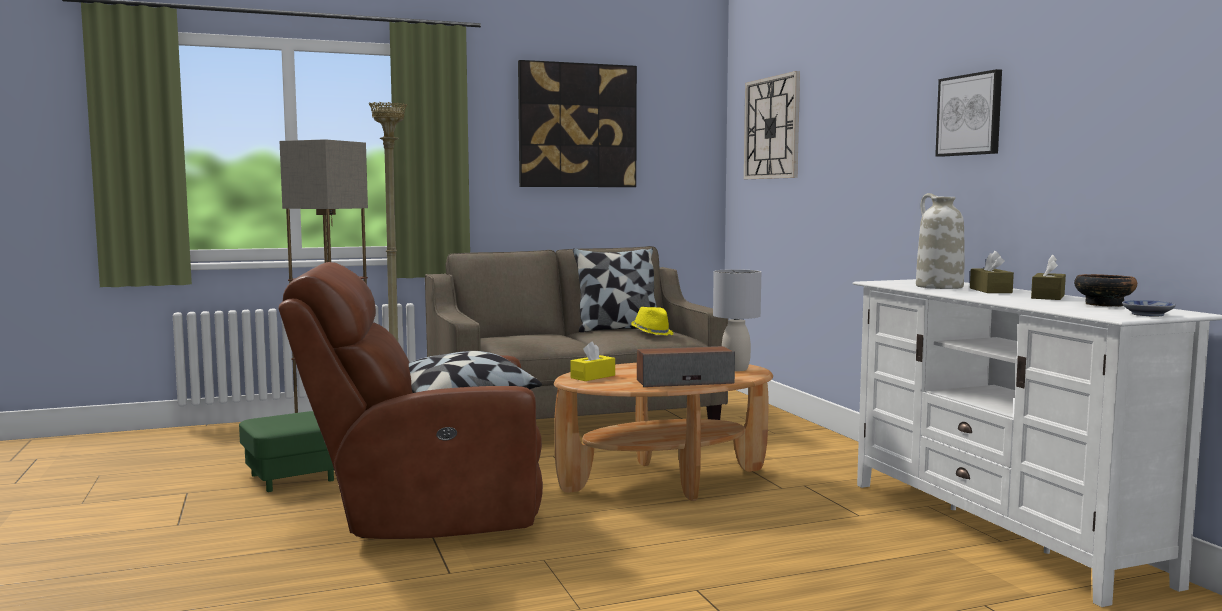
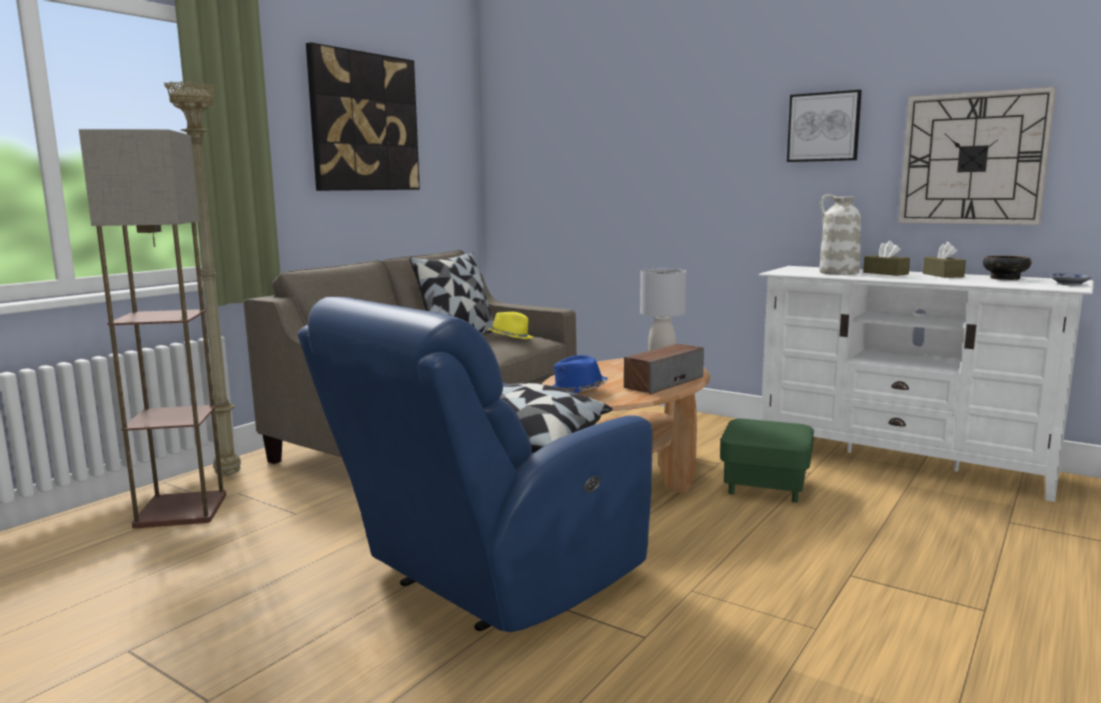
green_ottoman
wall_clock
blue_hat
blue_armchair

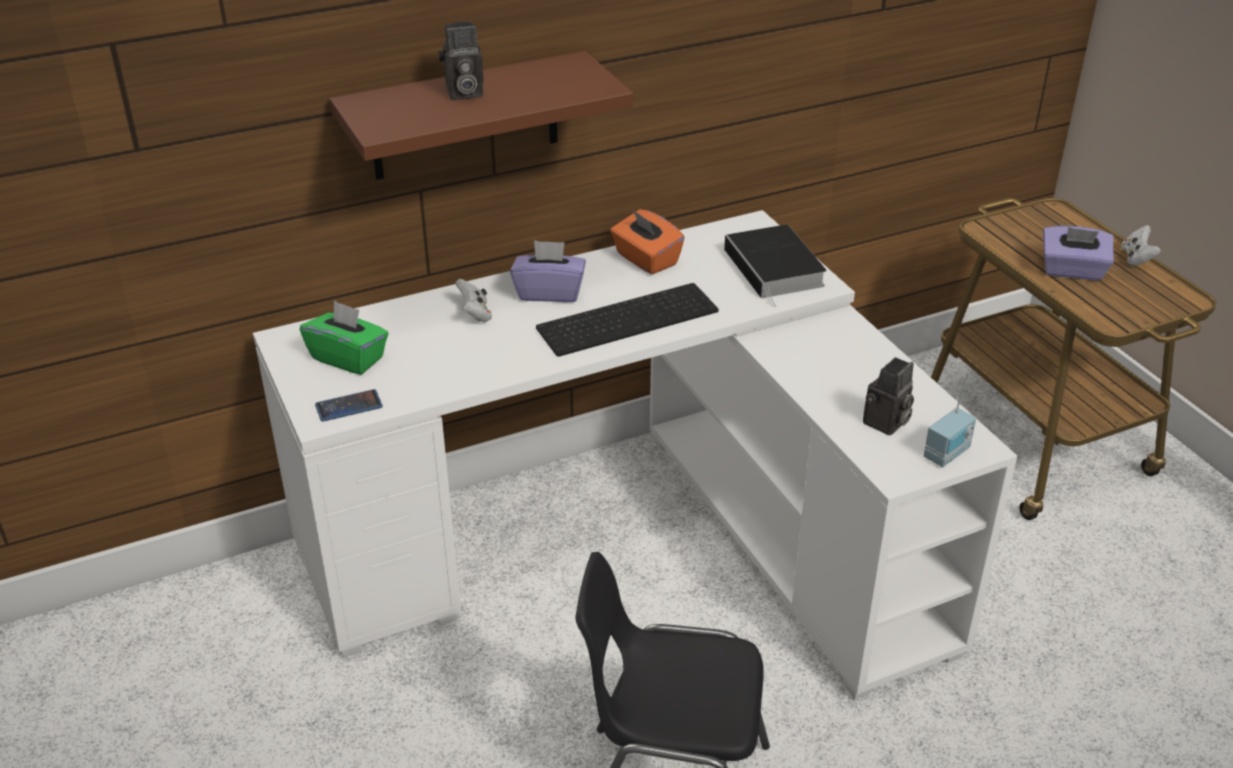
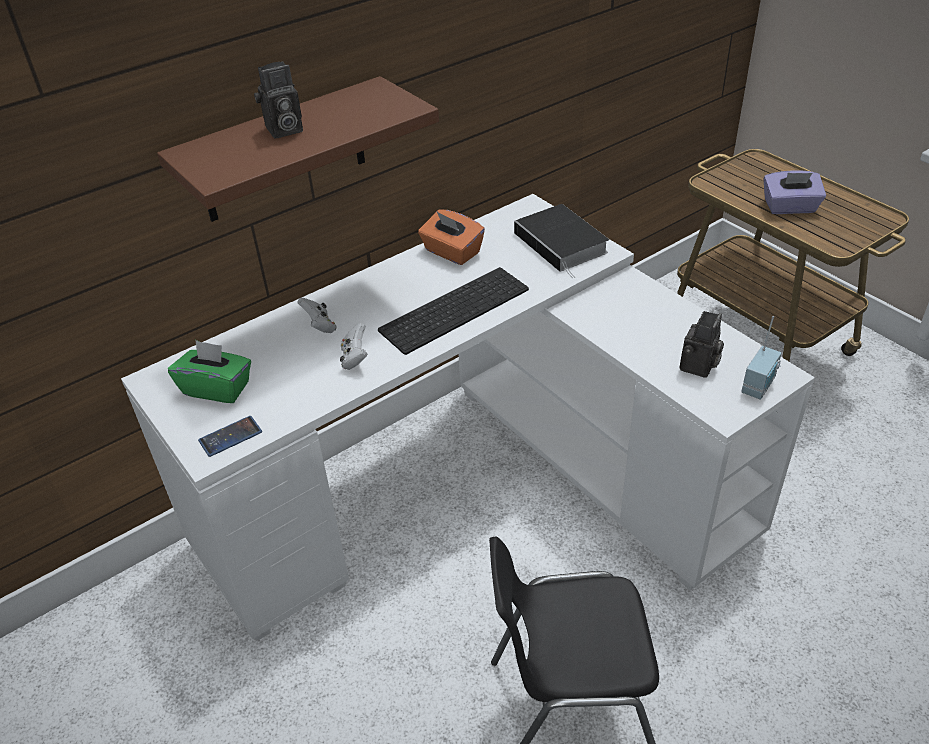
purple_tissue_box (1st from left in the first image)
white_game_controller (2nd from left)

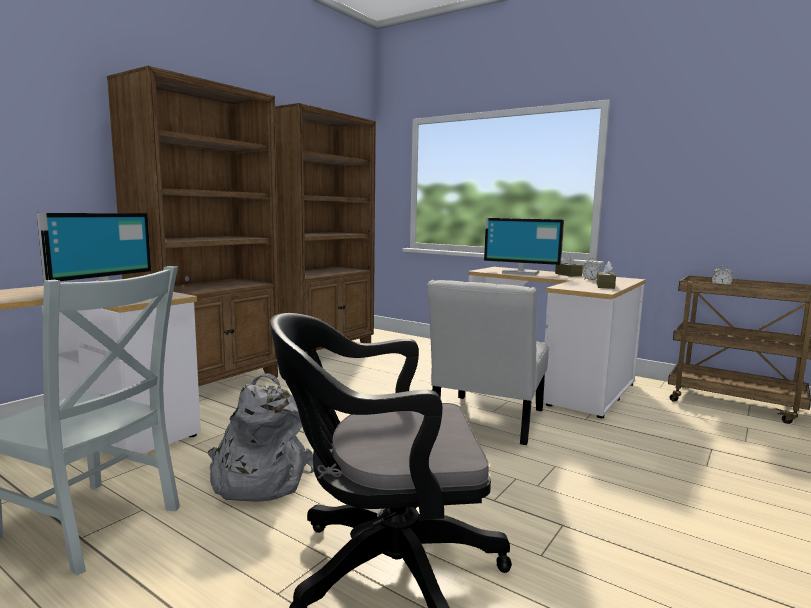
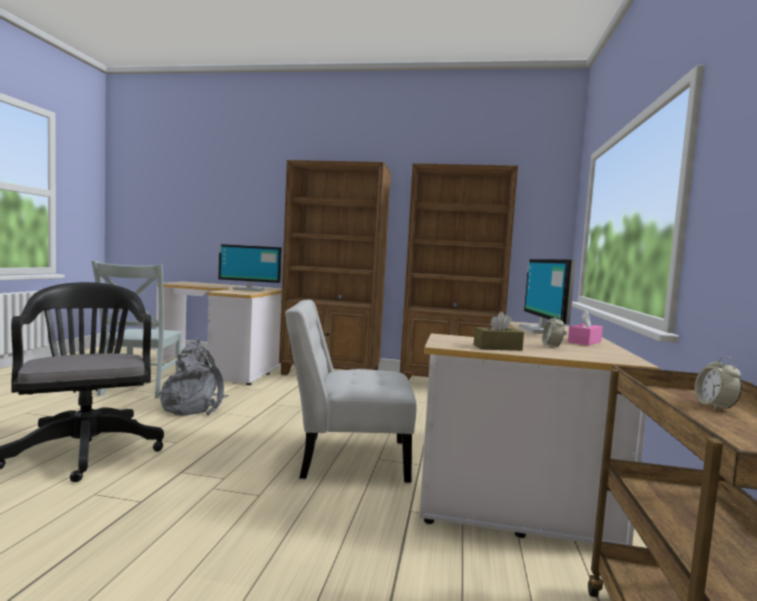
pink_tissue_box

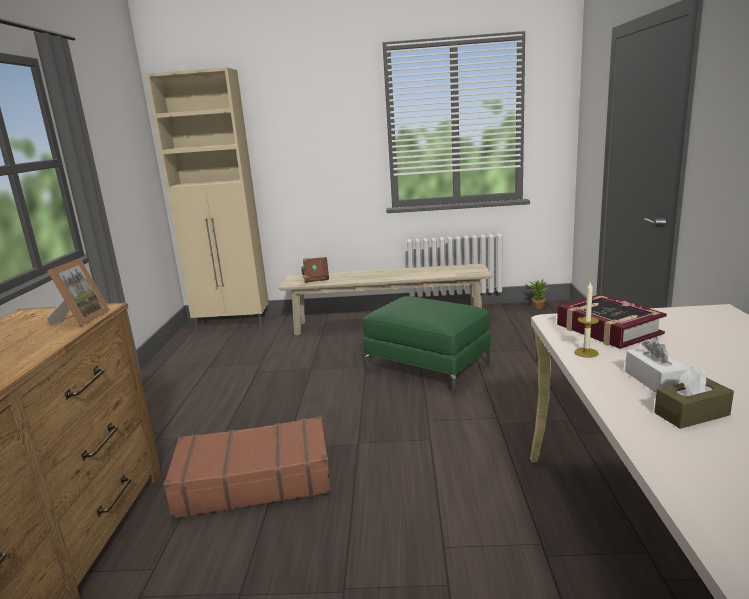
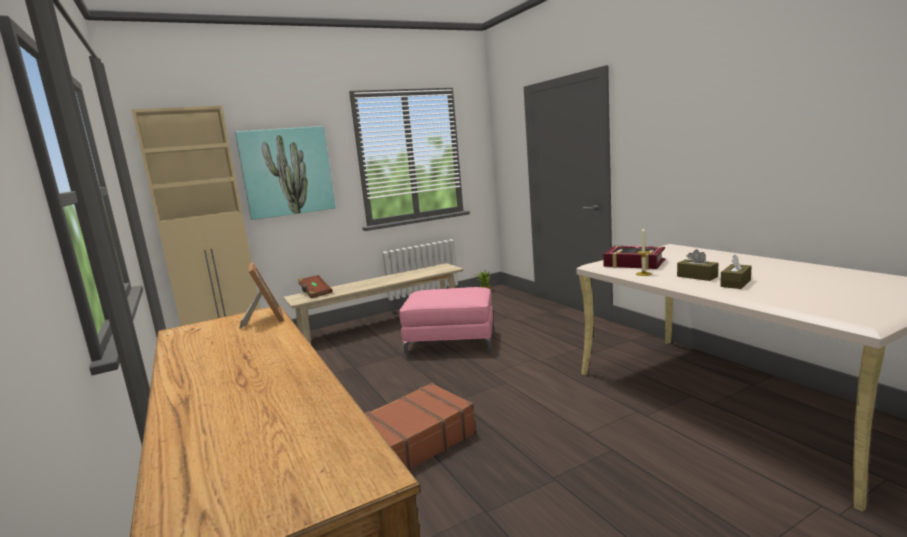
picture
pink_ottoman
brown_tissue_box (1st from left)

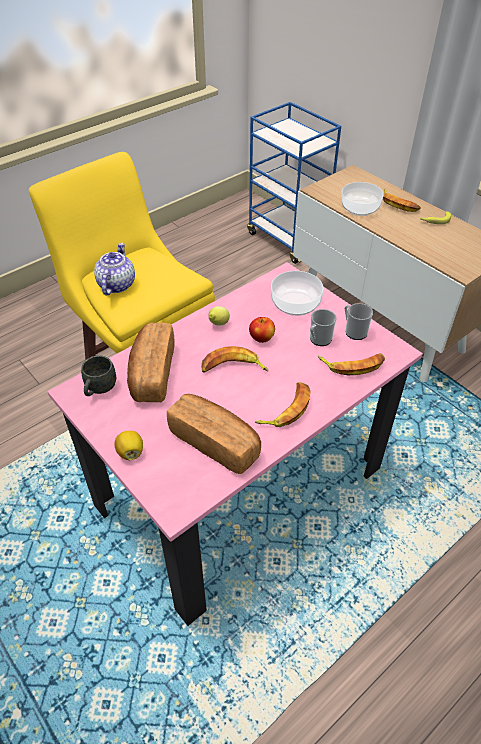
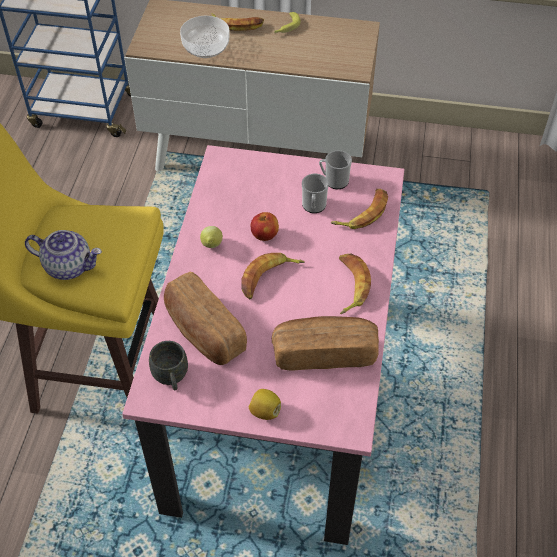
bowl (1st from left in the first image)
teapot

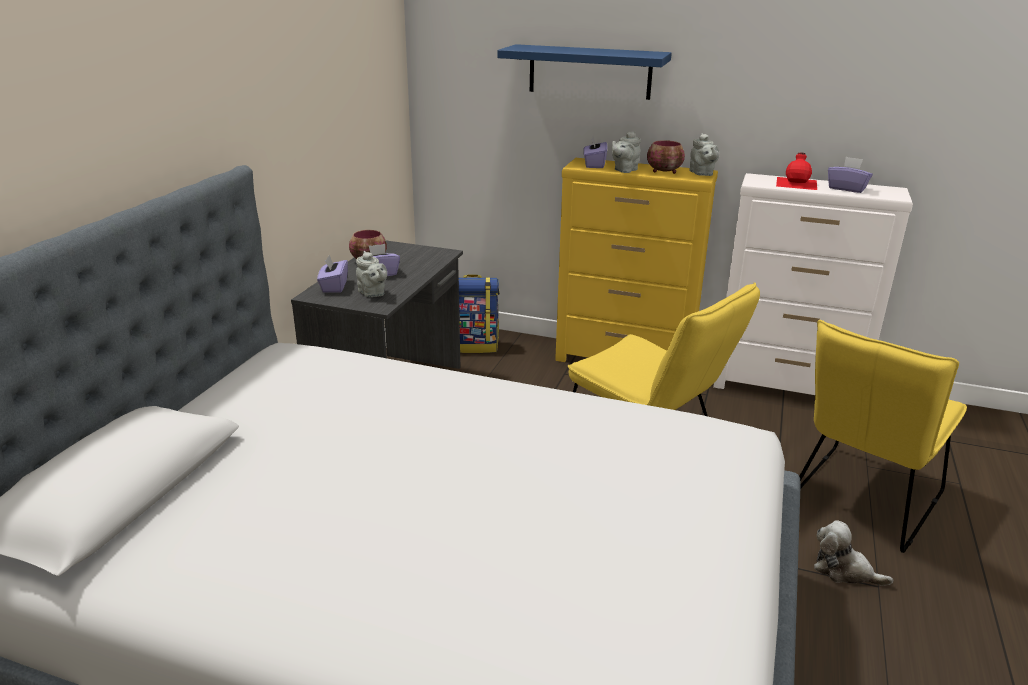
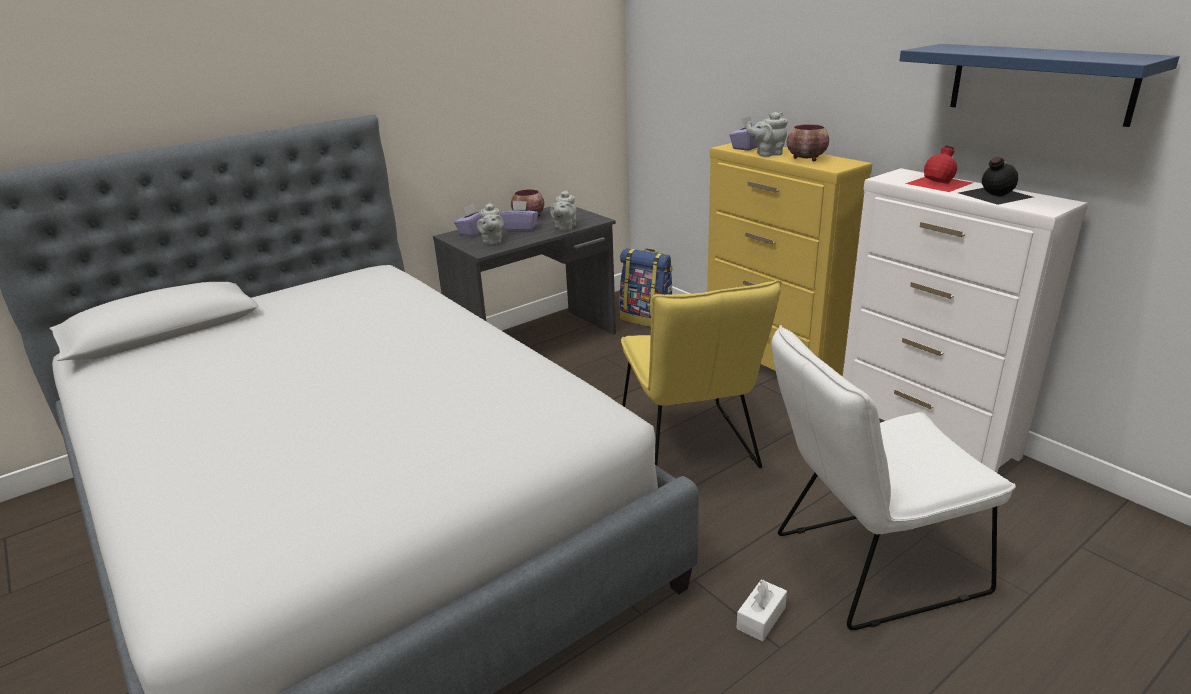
blue_shelf
grey_teapot (2nd from left)
white_tissue_box
black_bottle
white_chair

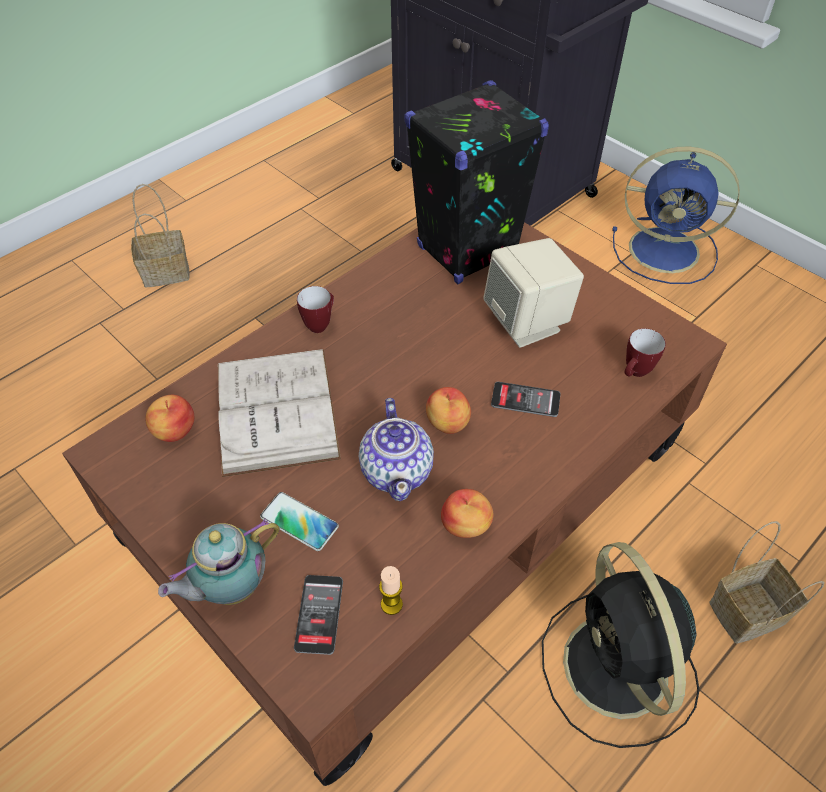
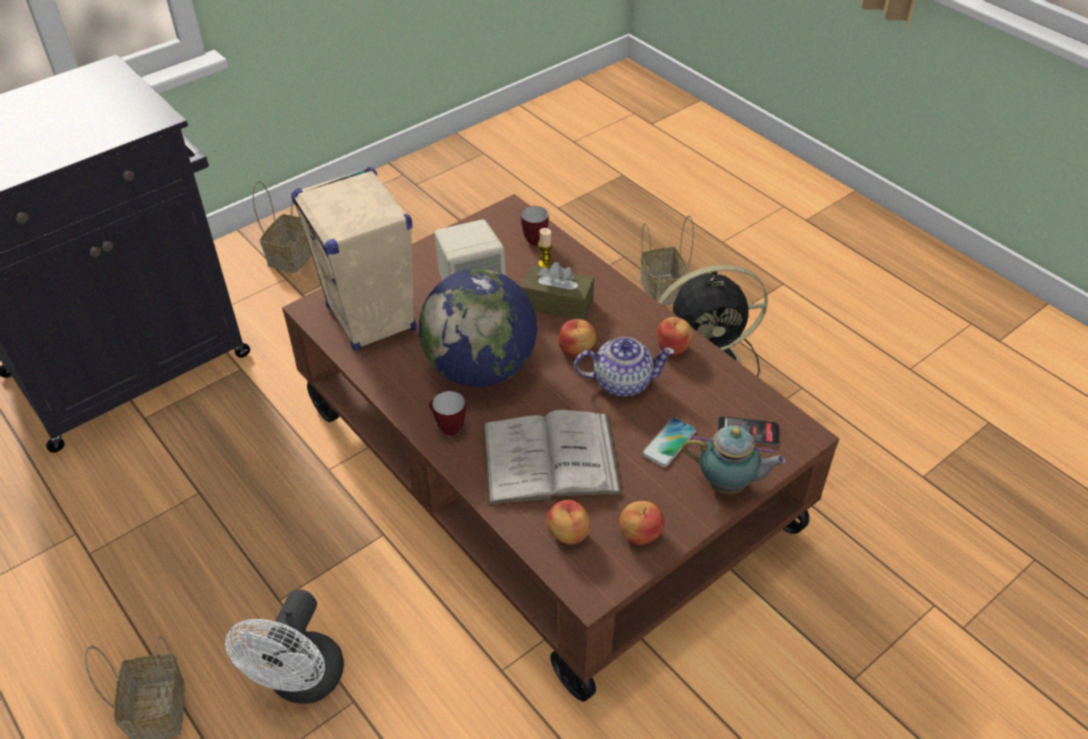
white_fan
globe
apple (3rd from left)
candle
brown_tissue_box
basket (2nd from left)
beige_speaker (1st from left)
teapot (2nd from left)

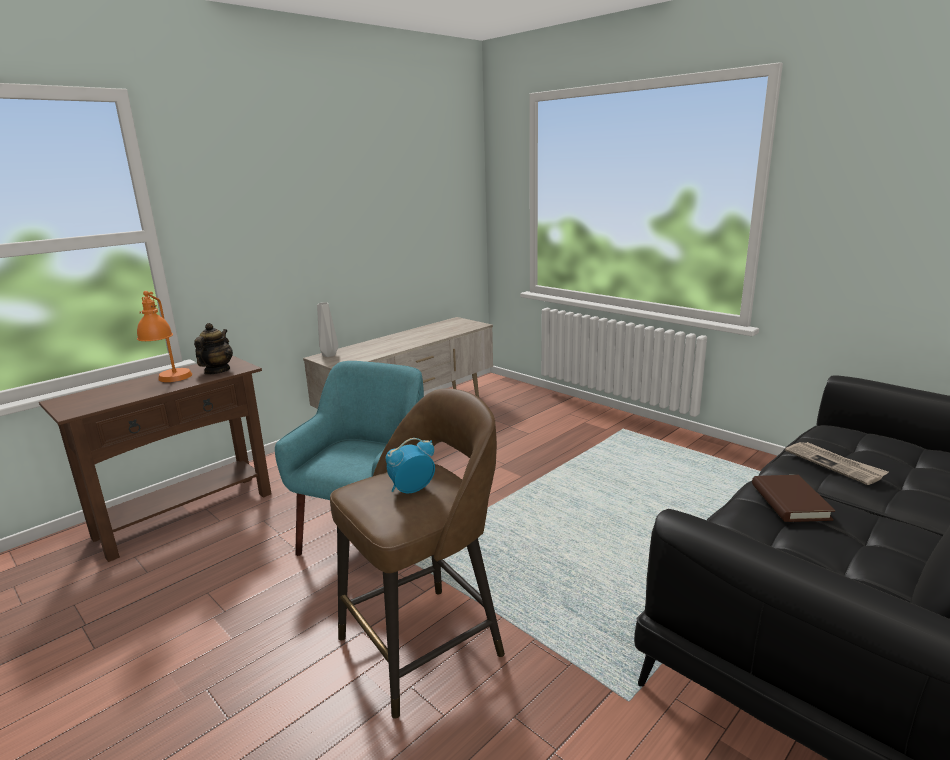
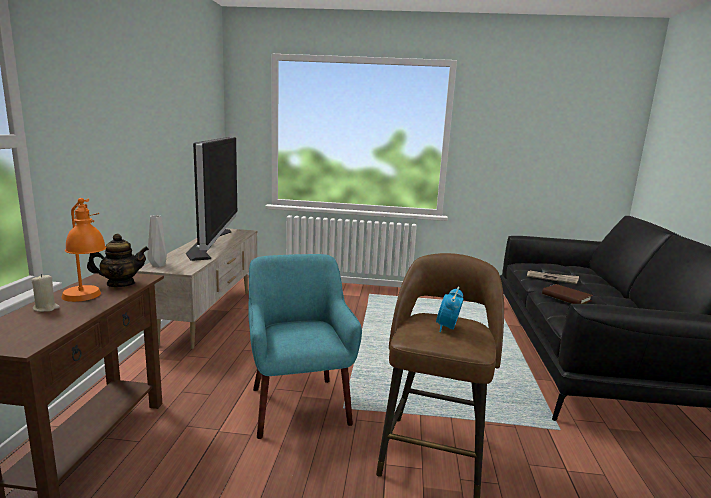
beige_candle
television
teapot

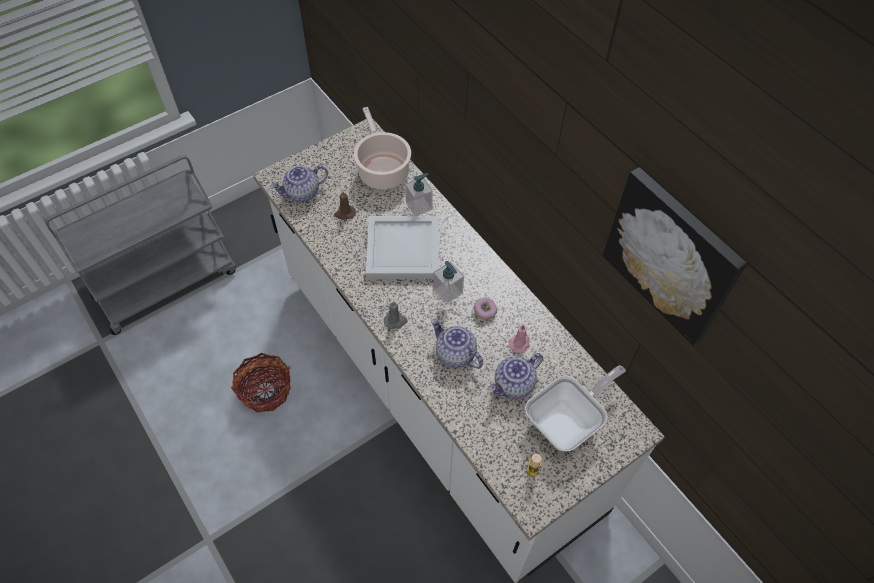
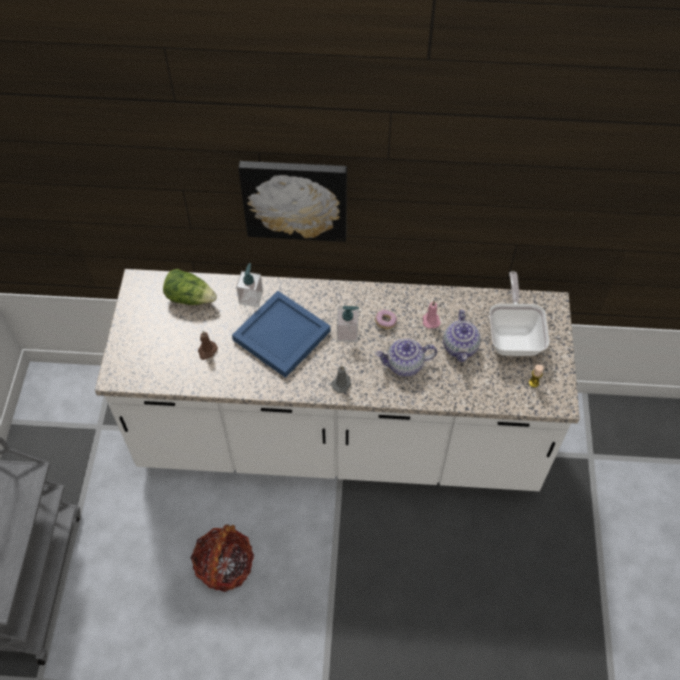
teapot (1st from left in the first image)
picture
lettuce
blue_tray

